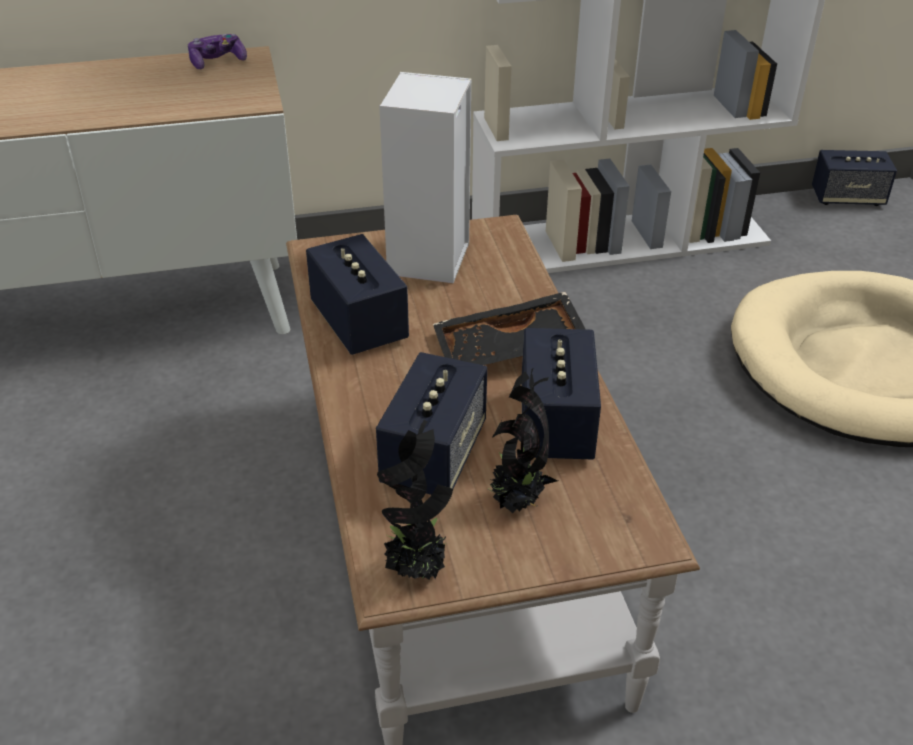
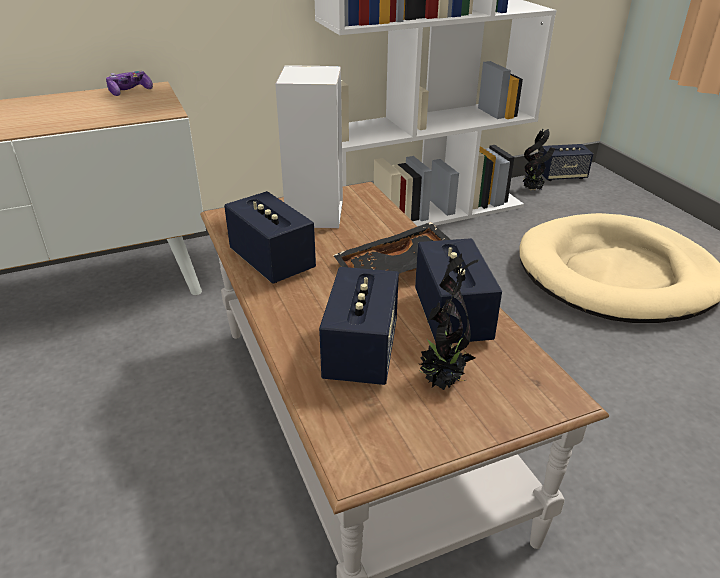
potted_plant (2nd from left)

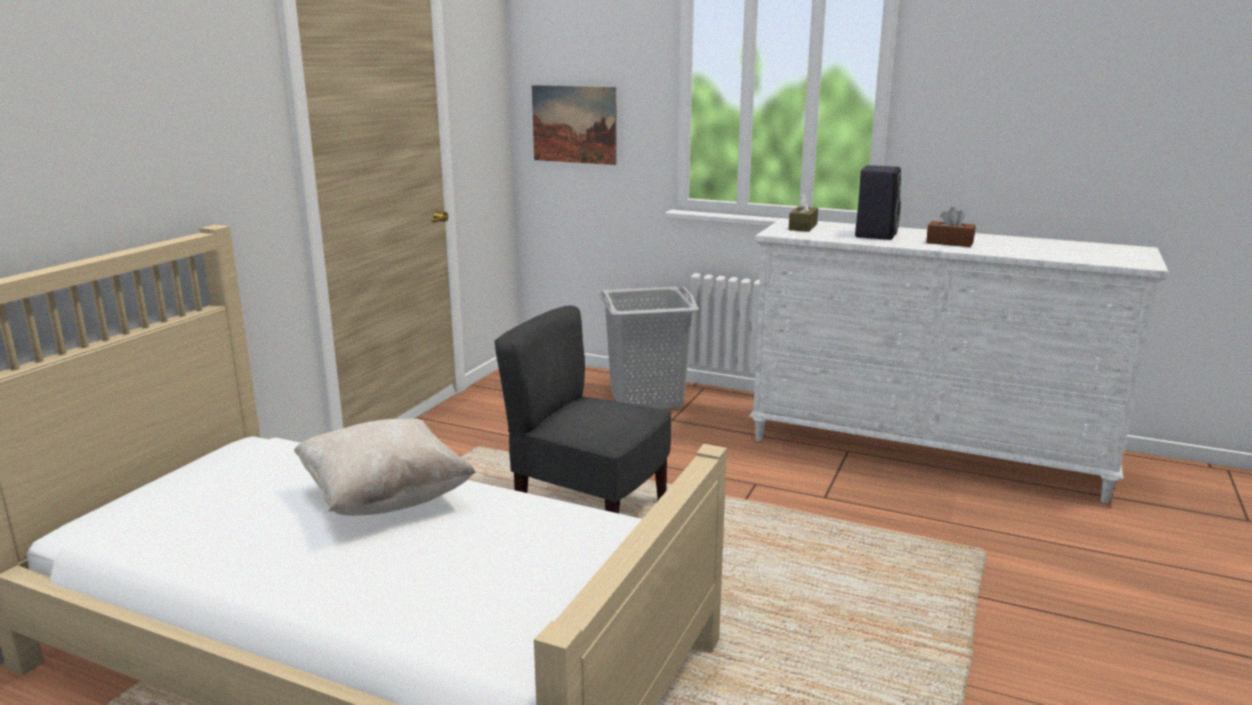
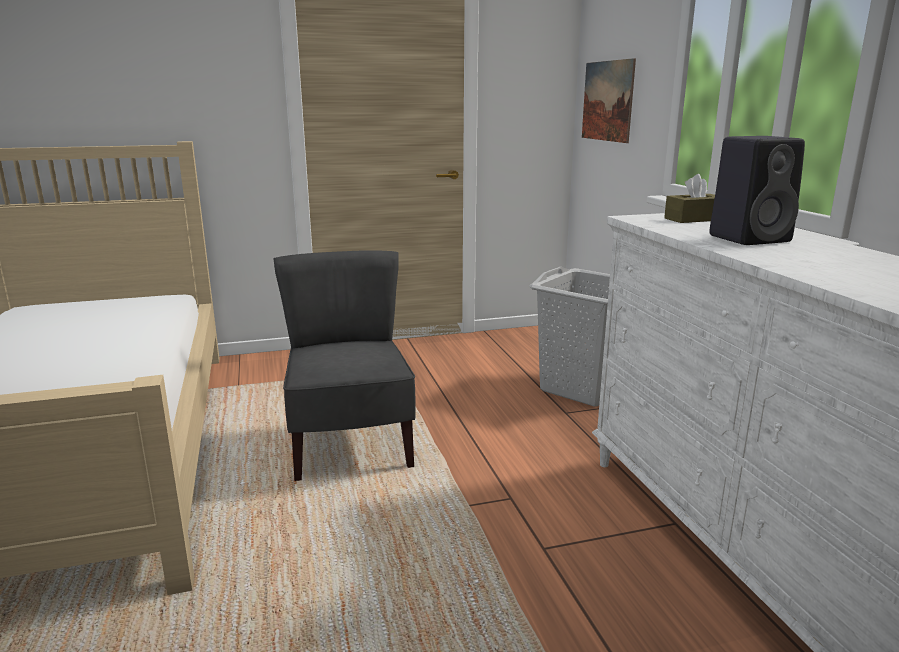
beige_pillow
brown_tissue_box (2nd from left in the first image)

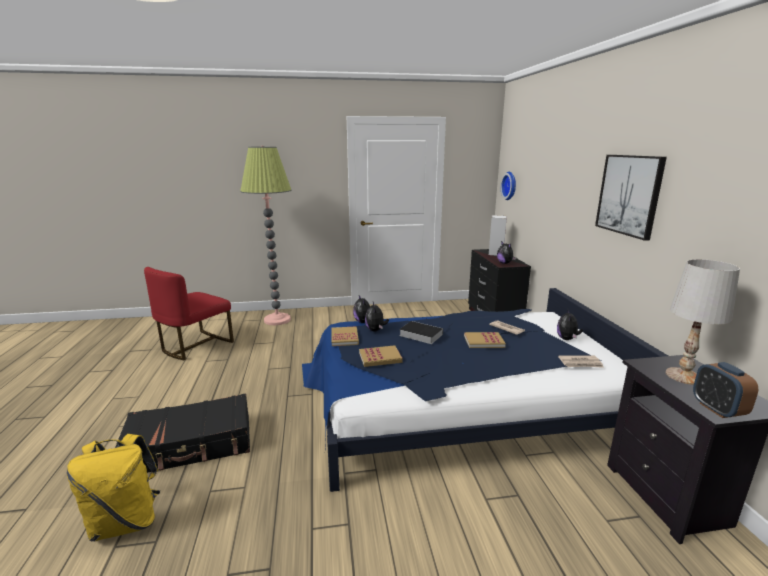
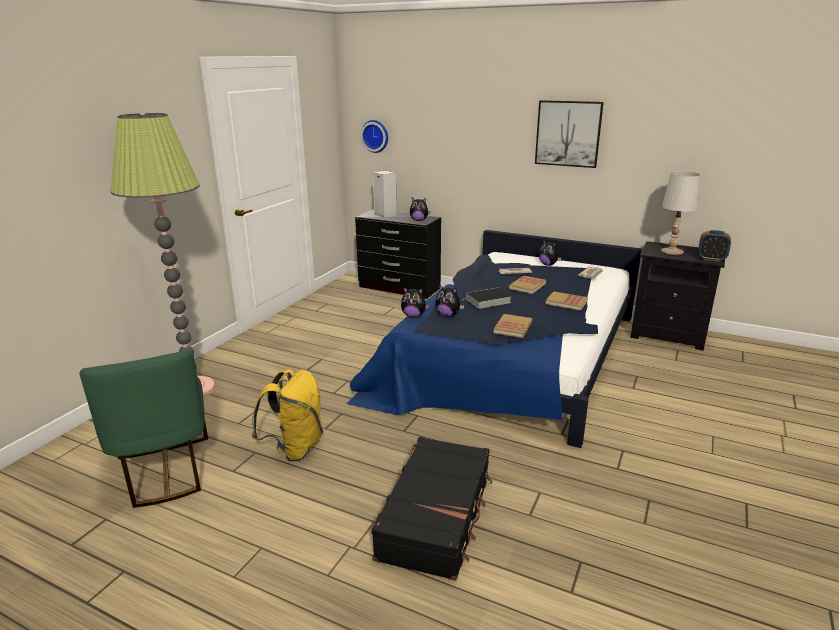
yellow_backpack
book (4th from left)
green_chair

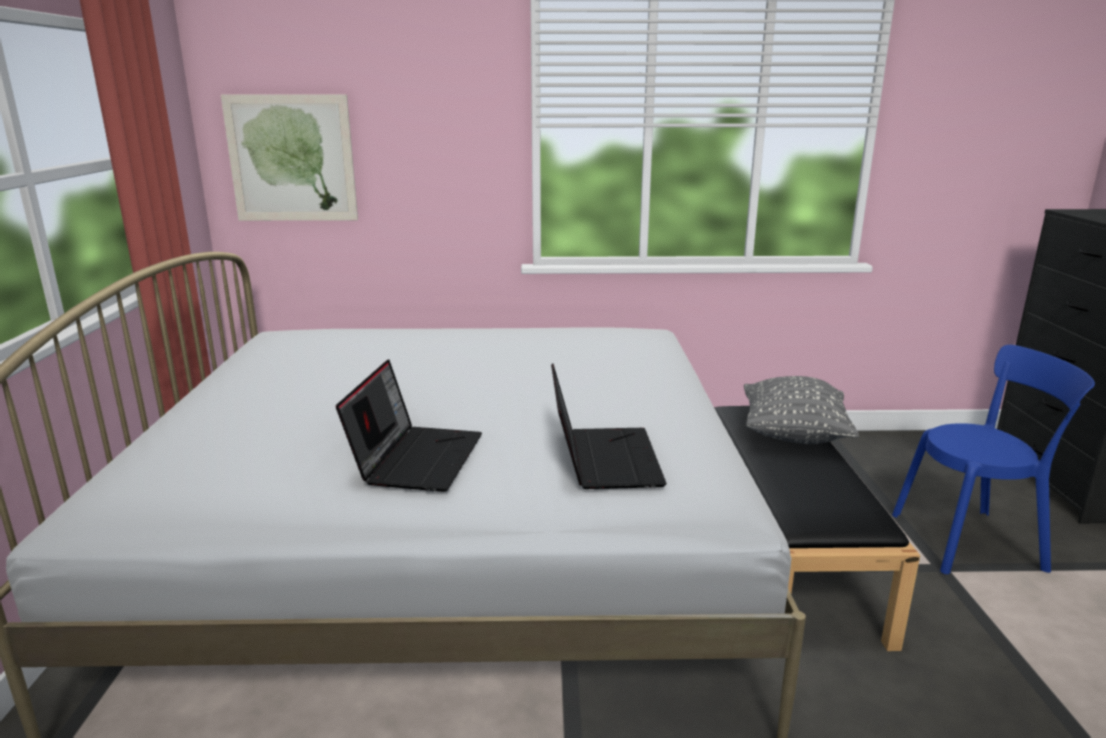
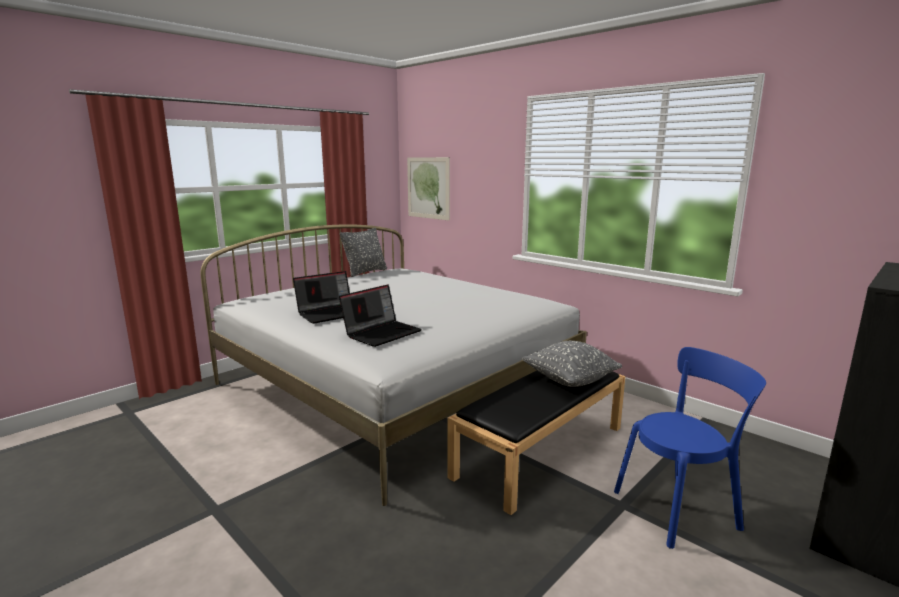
grey_pillow (1st from left)
blue_chair

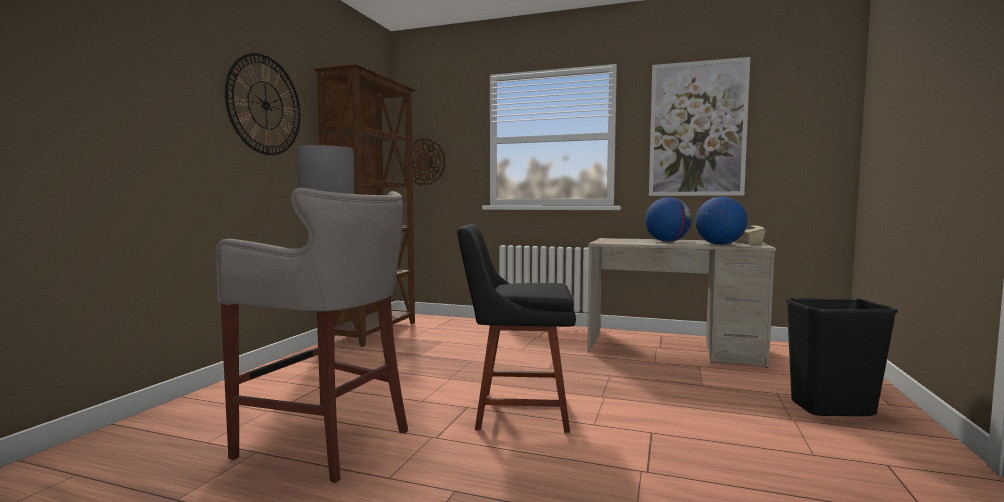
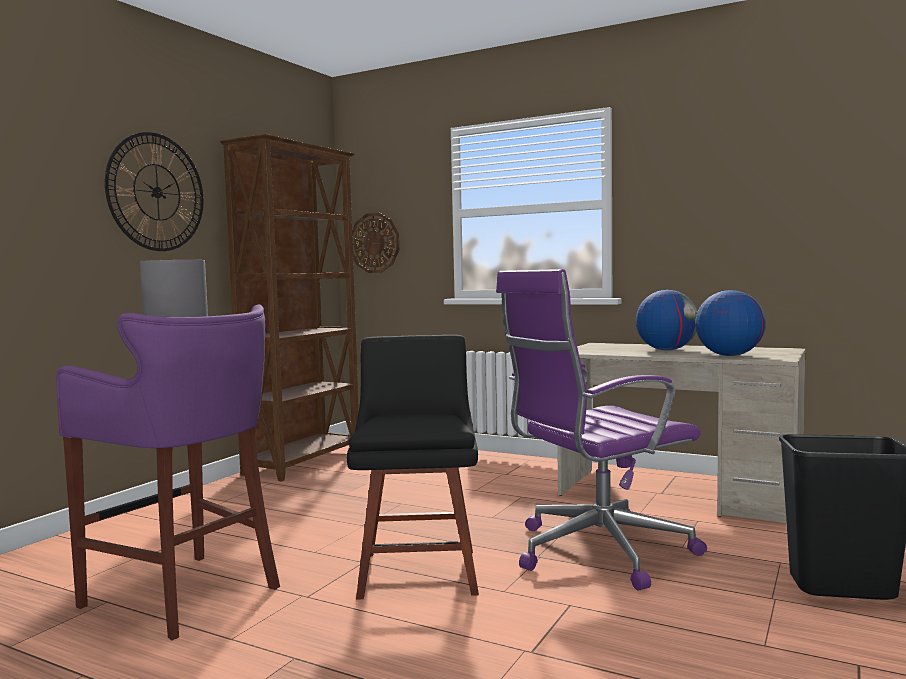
picture
beige_tissue_box
purple_office_chair
purple_stool
black_chair

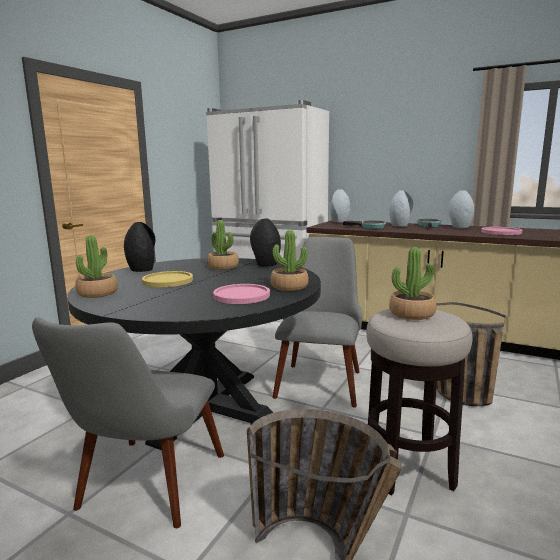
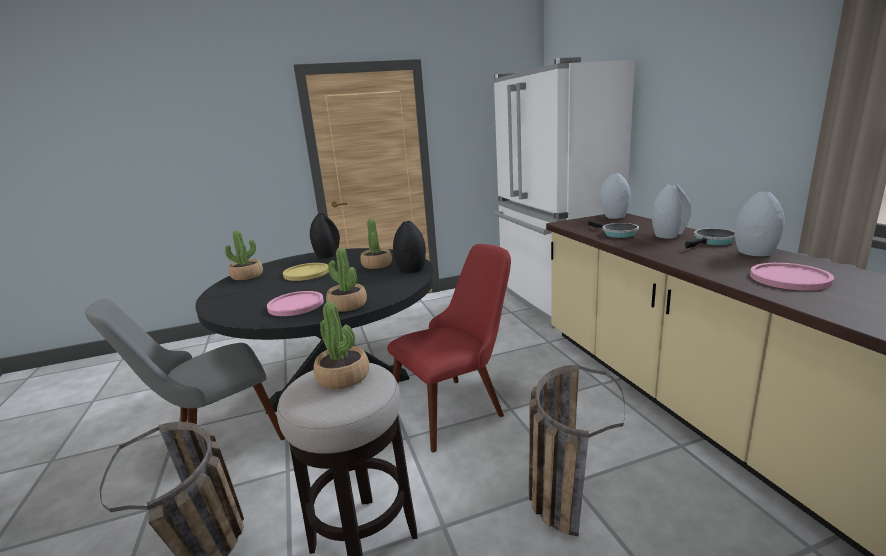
red_chair

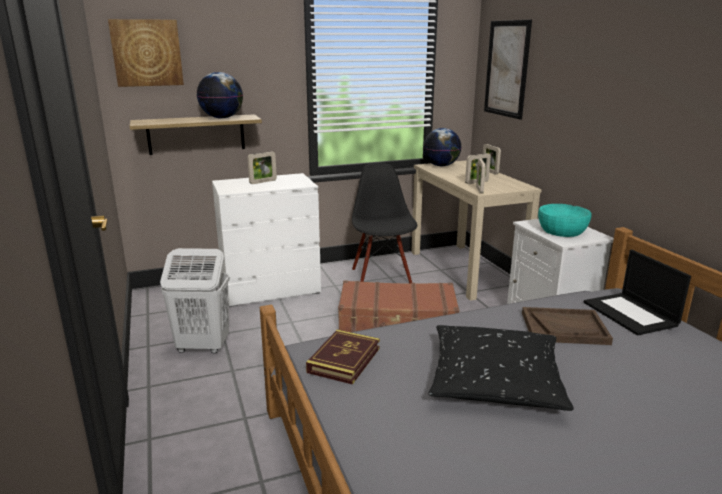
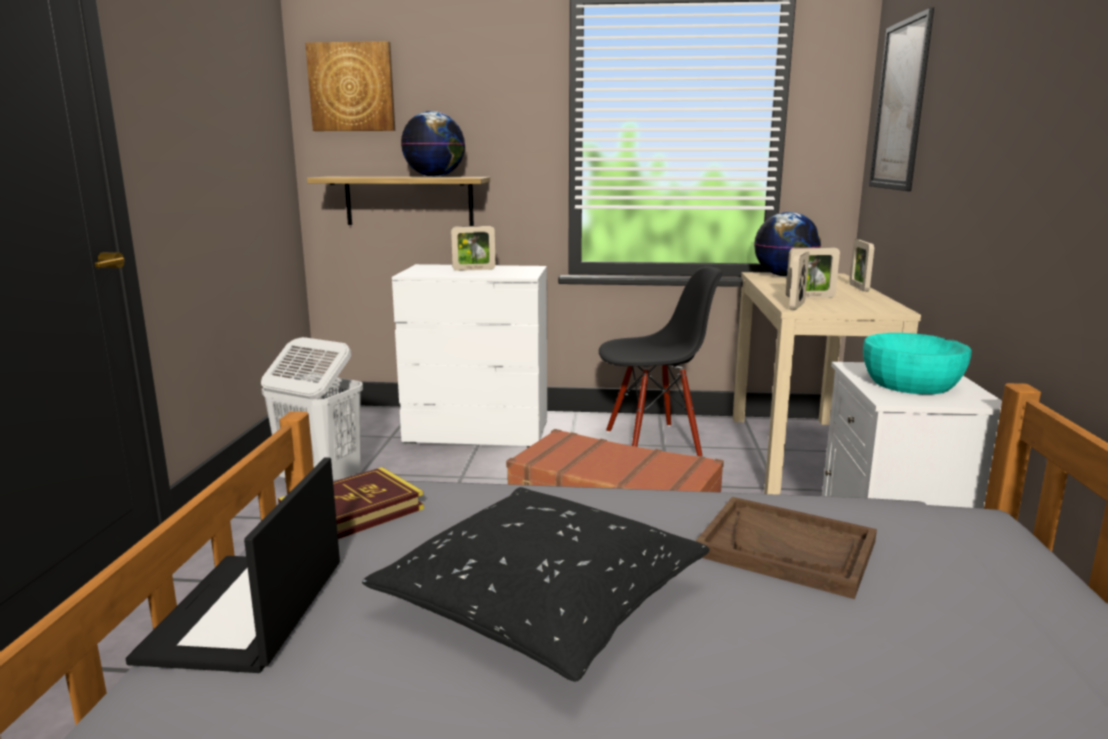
laptop
black_chair

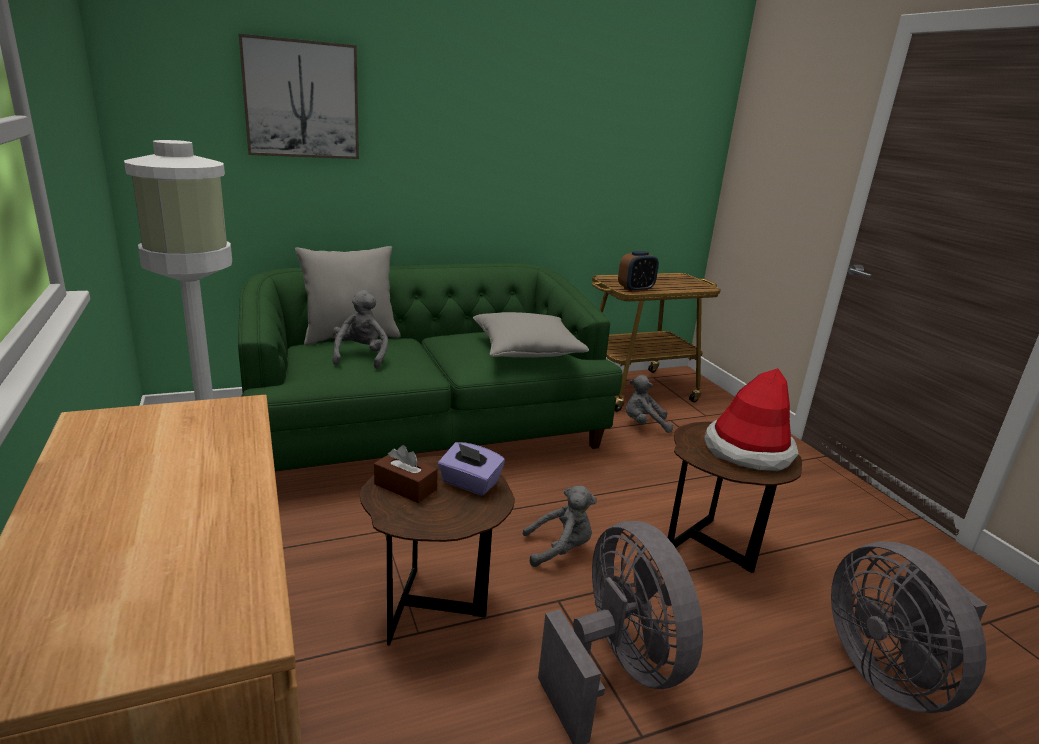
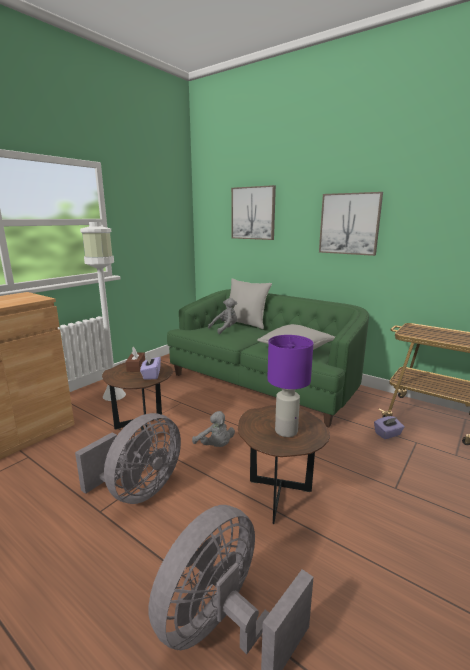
alarm_clock
picture (2nd from left)
purple_tissue_box (2nd from left)
purple_table_lamp

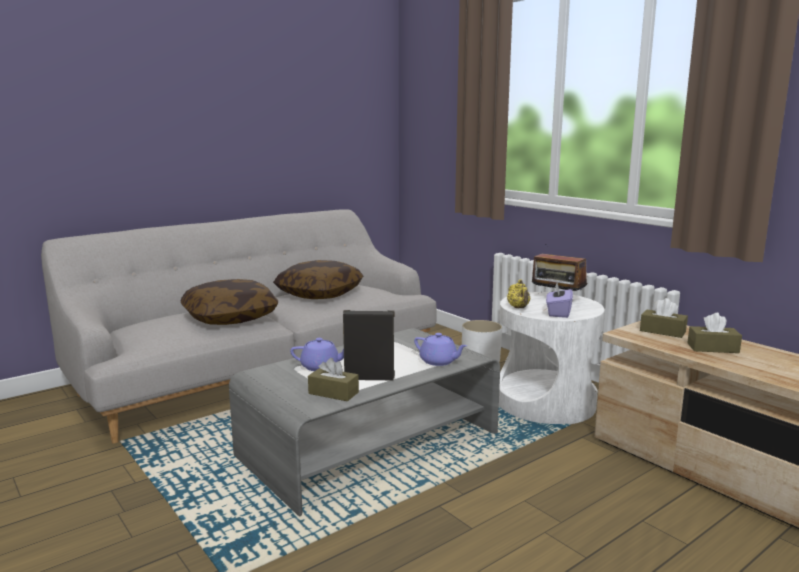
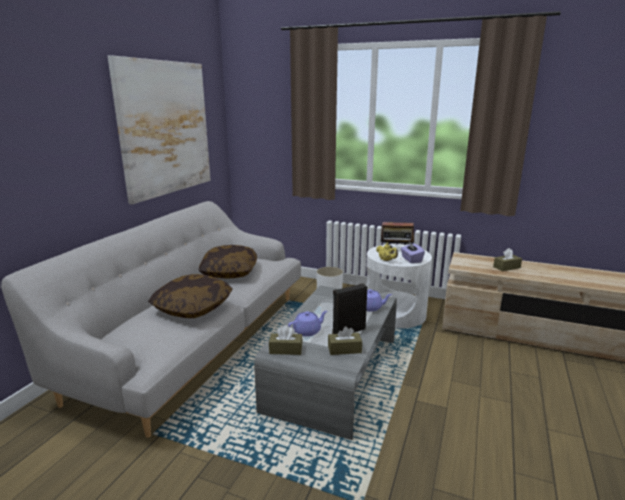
picture
brown_tissue_box (1st from left)

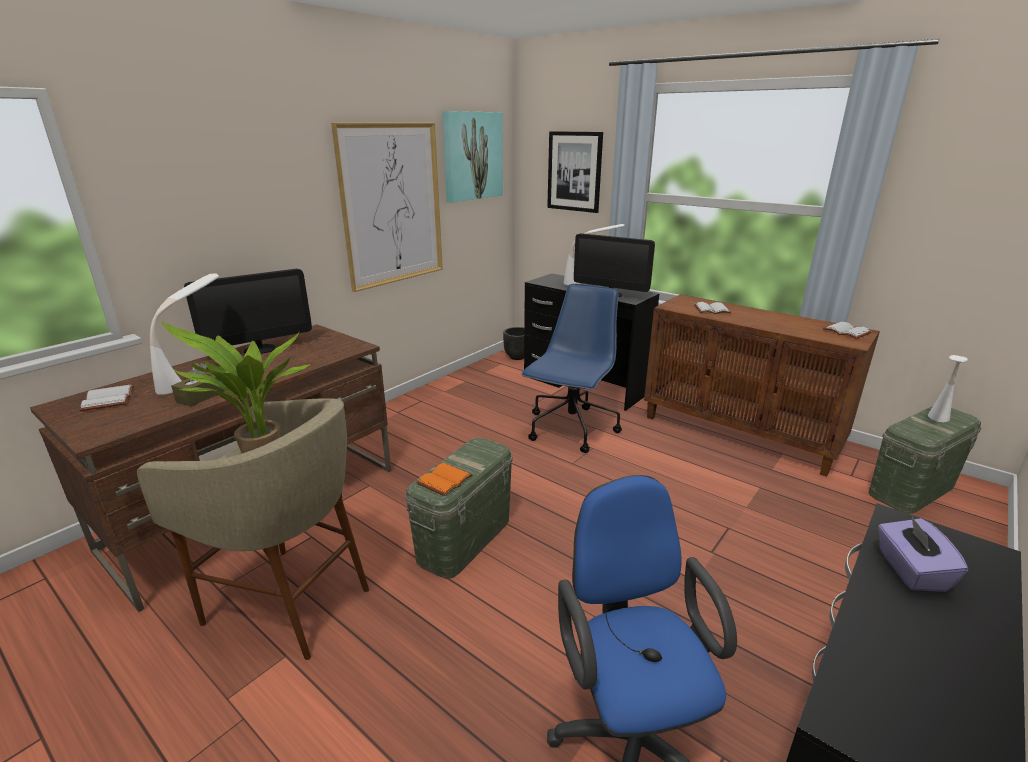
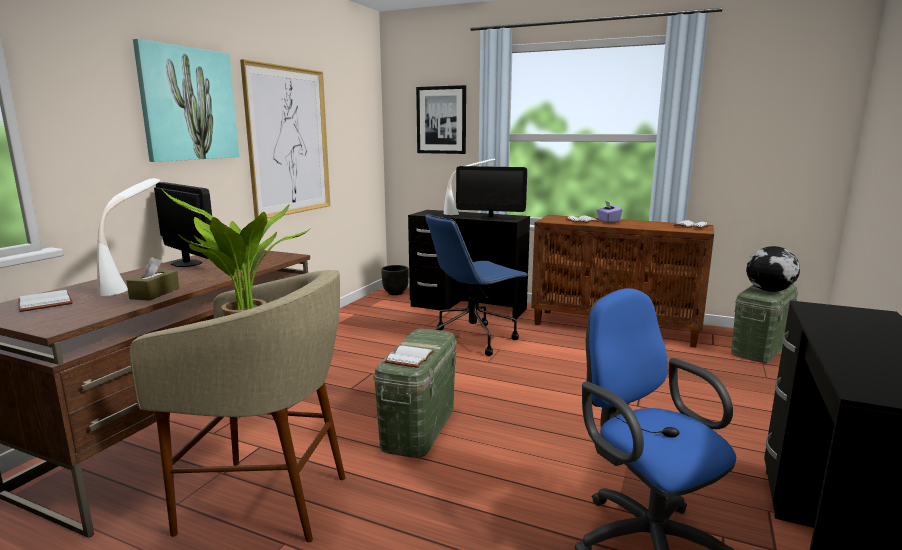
picture (1st from left)
purple_tissue_box
globe
white_book (2nd from left)
monitor (1st from left)
blue_office_chair (1st from left)

